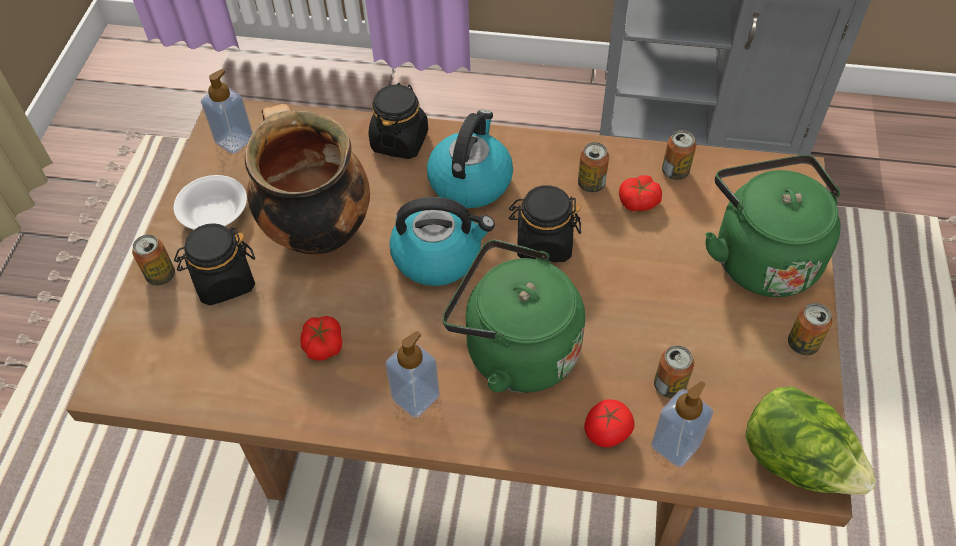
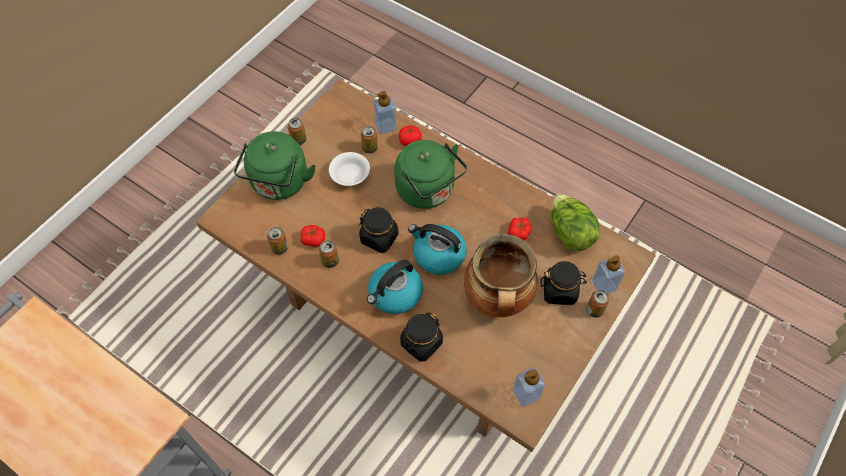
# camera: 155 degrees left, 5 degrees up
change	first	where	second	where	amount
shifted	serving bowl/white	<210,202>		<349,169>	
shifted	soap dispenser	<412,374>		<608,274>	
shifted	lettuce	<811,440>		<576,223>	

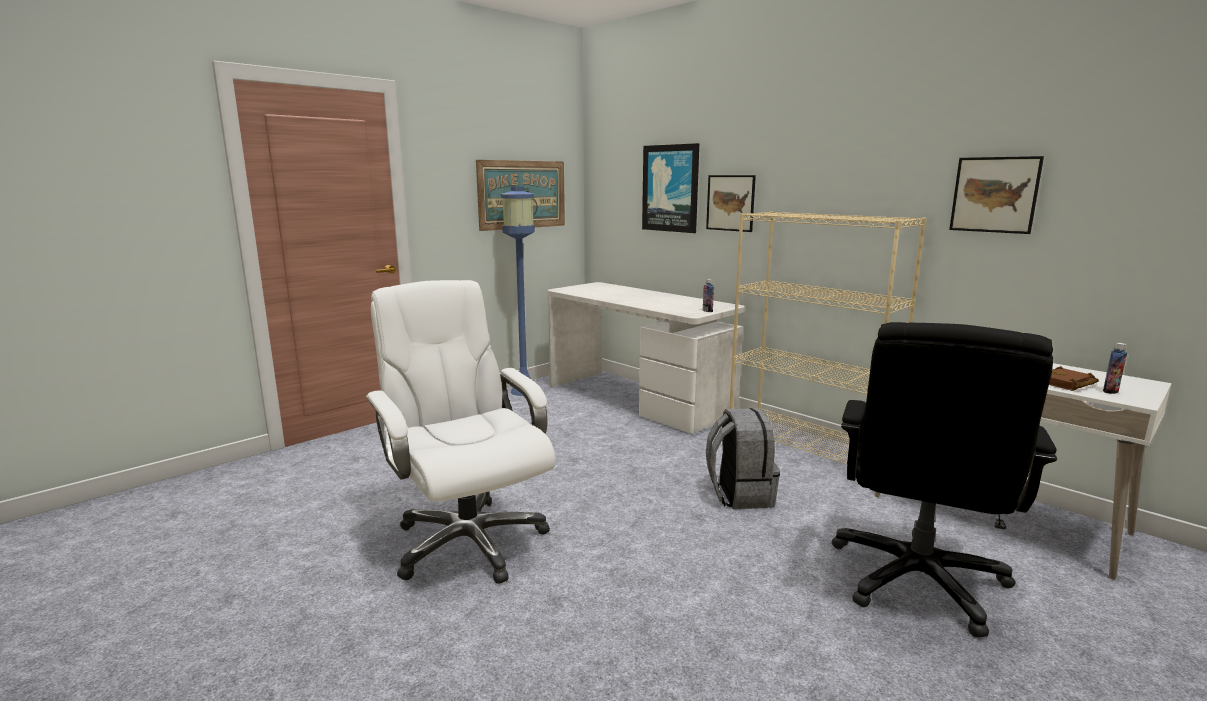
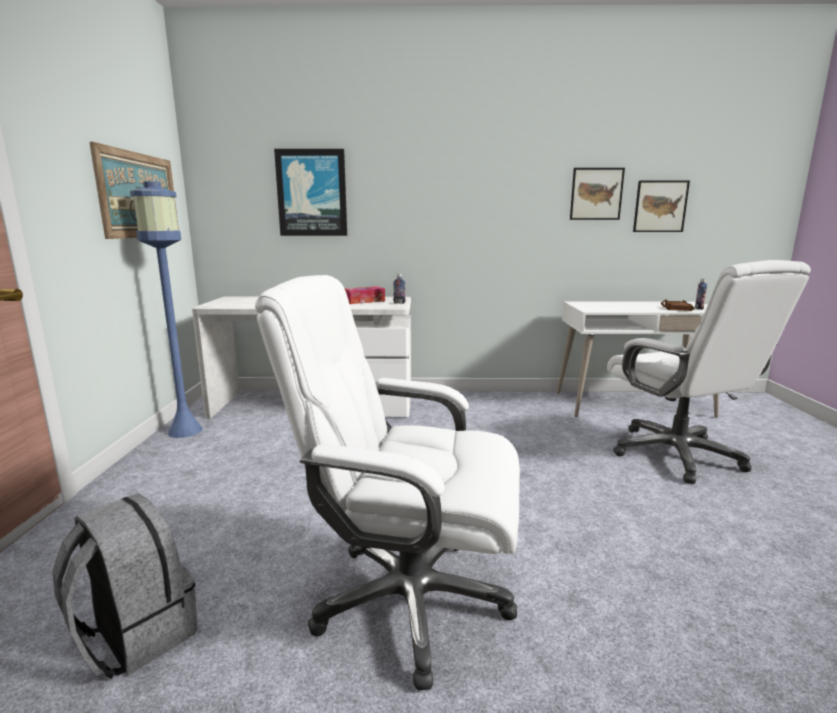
# camera: 45 degrees left, 0 degrees up
change	first	where	second	where	amount
shifted	wall picture	<731,203>		<661,206>	
shifted	backpack/grey	<743,458>		<125,586>	
gone	bookcase/sand-coloured	<828,337>			
repainted	computer chair/blackish	<944,480>	computer chair/white	<709,372>	
new			tissue box	<364,295>	

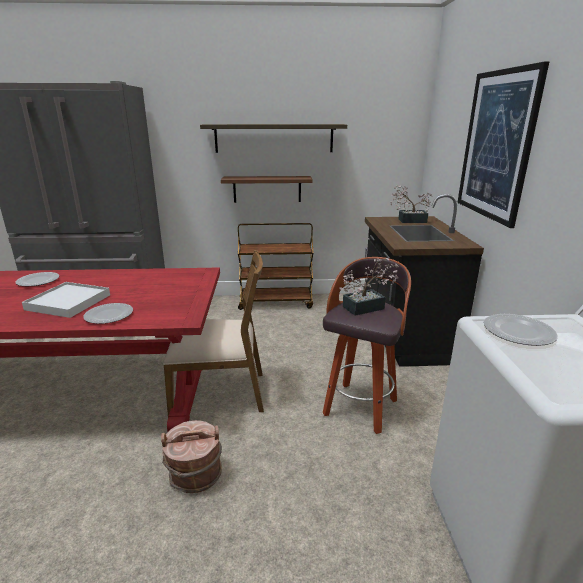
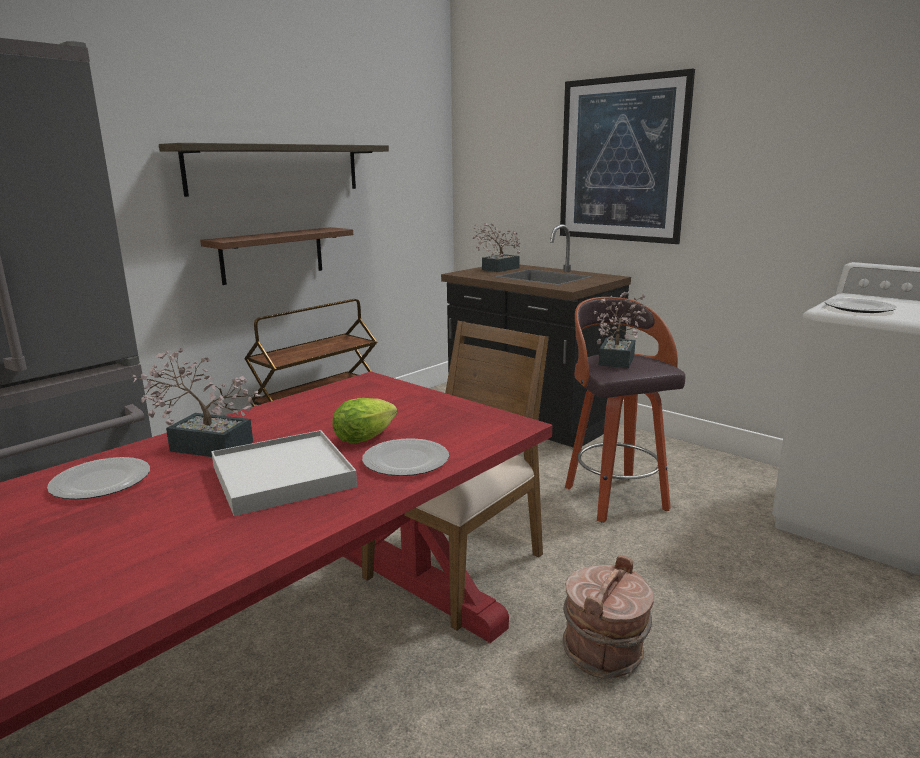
# camera: 45 degrees left, 5 degrees down
change	first	where	second	where	amount
new			potted plant	<197,402>	
new			lettuce	<364,420>	

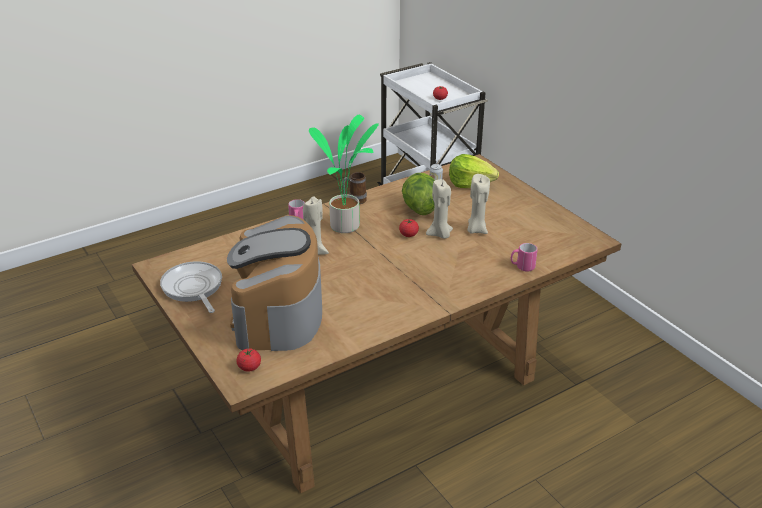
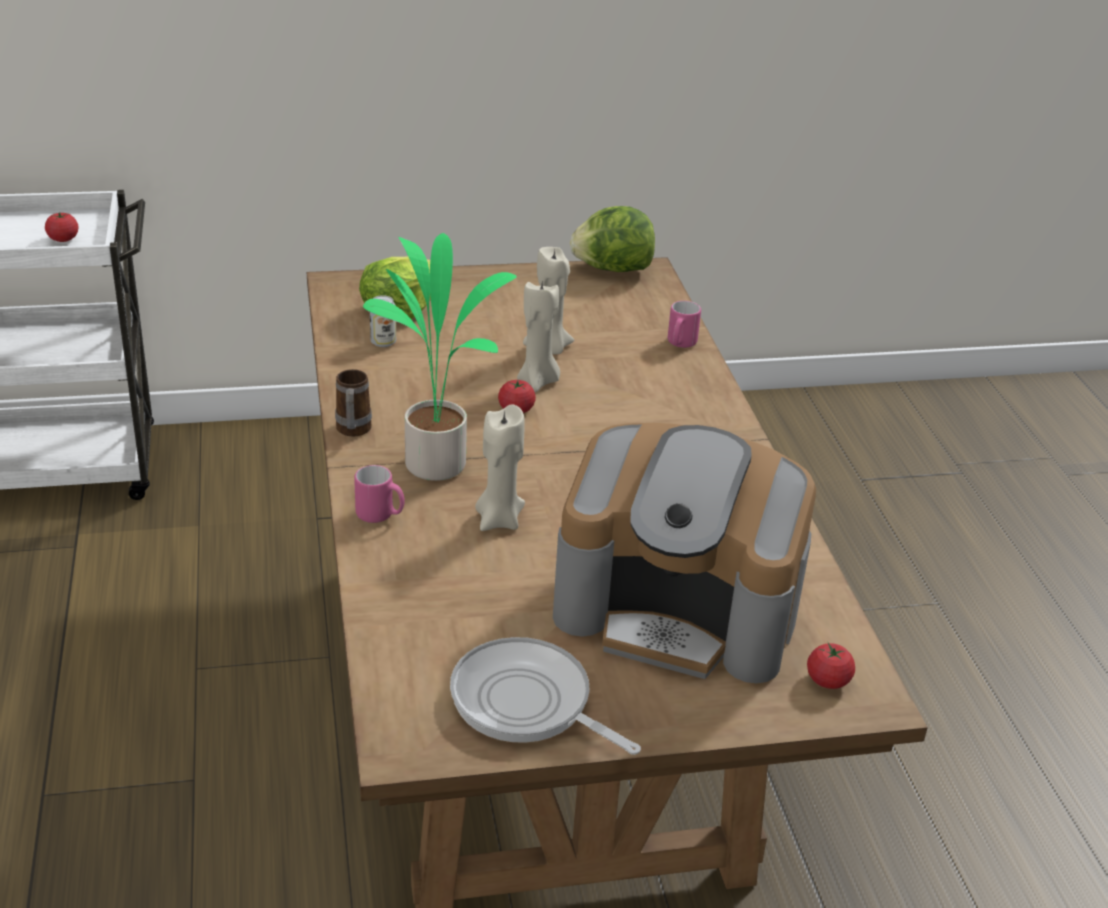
# camera: 70 degrees left, 0 degrees up
change	first	where	second	where	amount
rotated	skillet	<191,287>		<545,696>	45 degrees clockwise
shifted	lettuce	<418,194>		<612,239>	

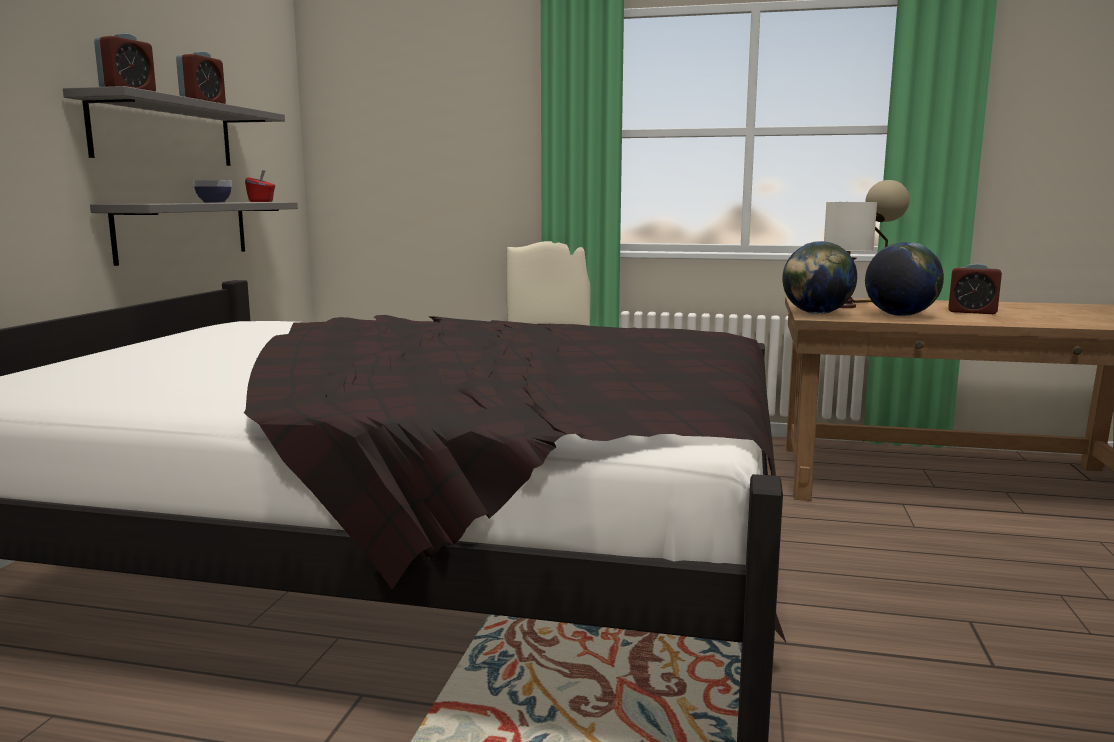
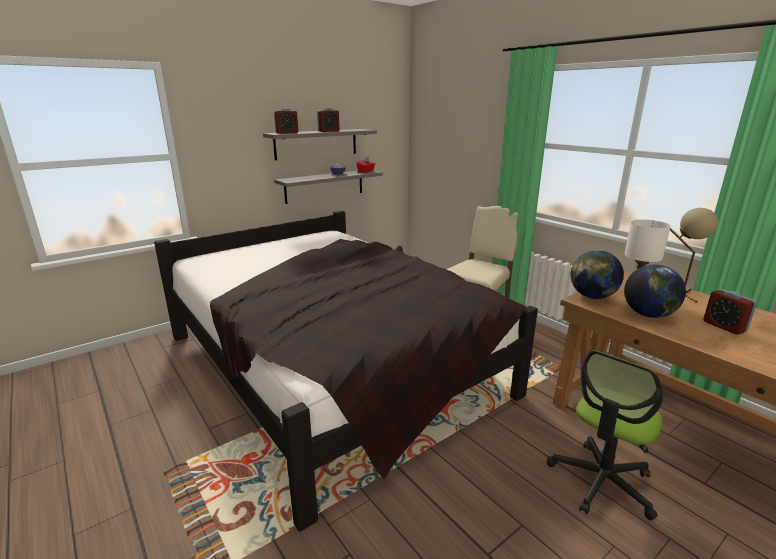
# camera: 40 degrees right, 10 degrees up
change	first	where	second	where	amount
new			computer chair	<605,435>	

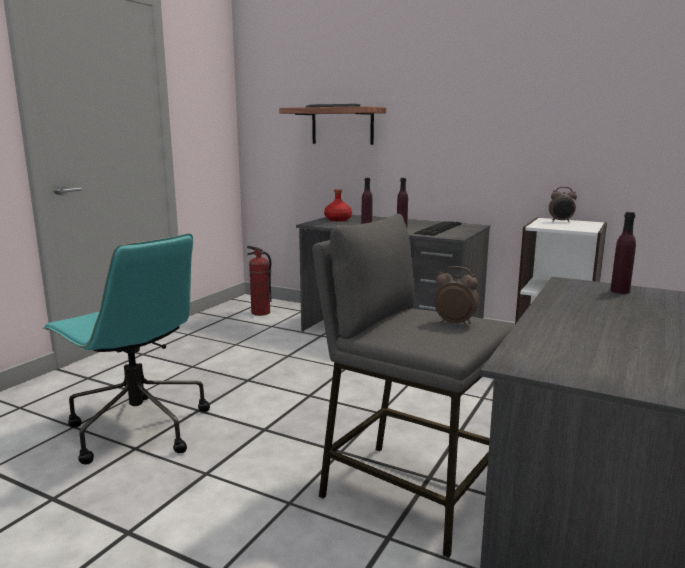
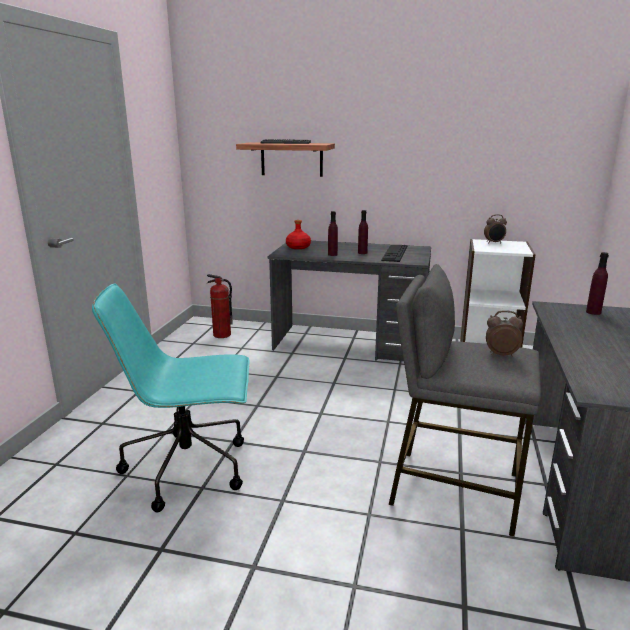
# camera: 15 degrees left, 5 degrees up
change	first	where	second	where	amount
rotated	computer chair/turquoise	<126,348>		<170,398>	150 degrees clockwise

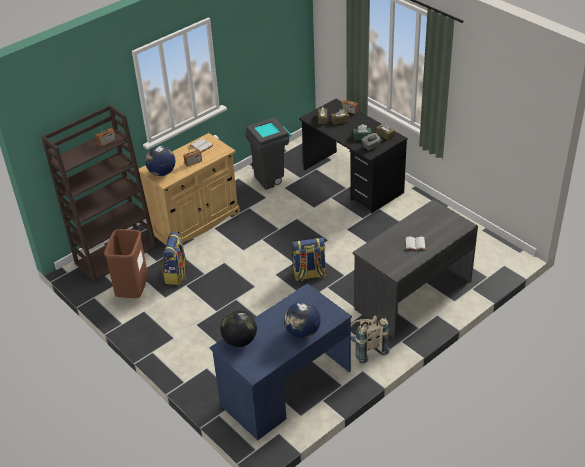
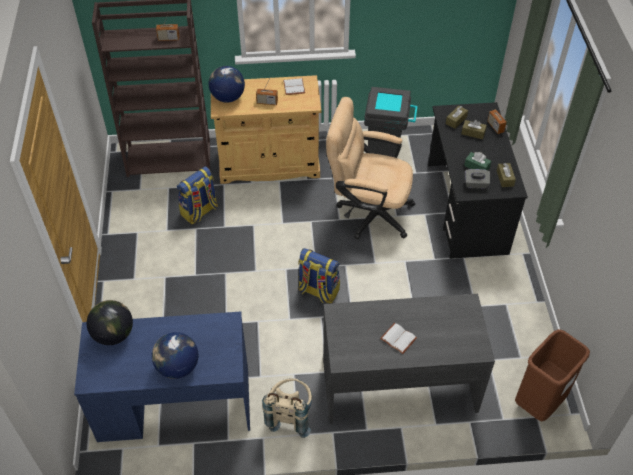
# camera: 35 degrees right, 10 degrees up
change	first	where	second	where	amount
shifted	waste bin/brownish	<126,263>		<552,375>	
new			computer chair/sand-coloured	<371,168>	

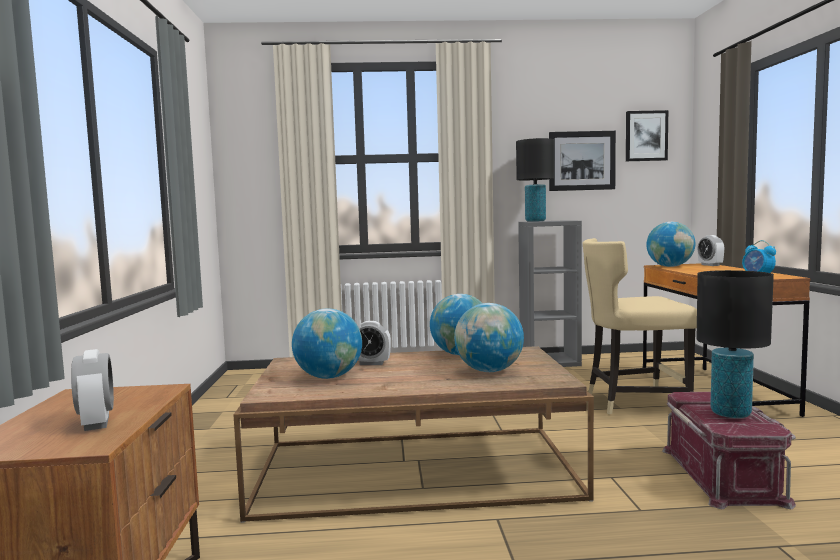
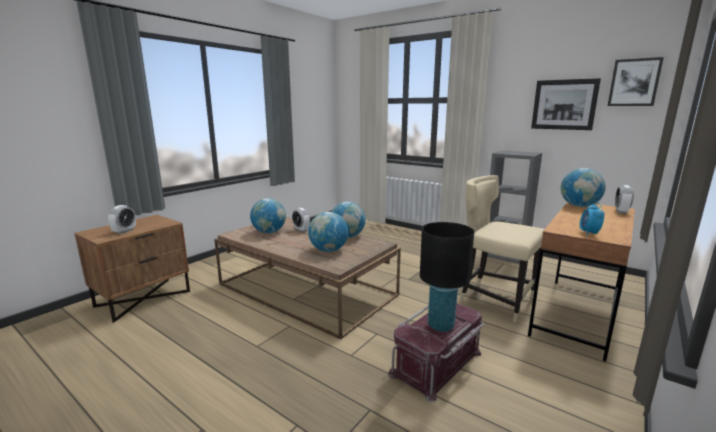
# camera: 40 degrees right, 10 degrees up
change	first	where	second	where	amount
gone	tabletop lamp/blackish	<535,180>			

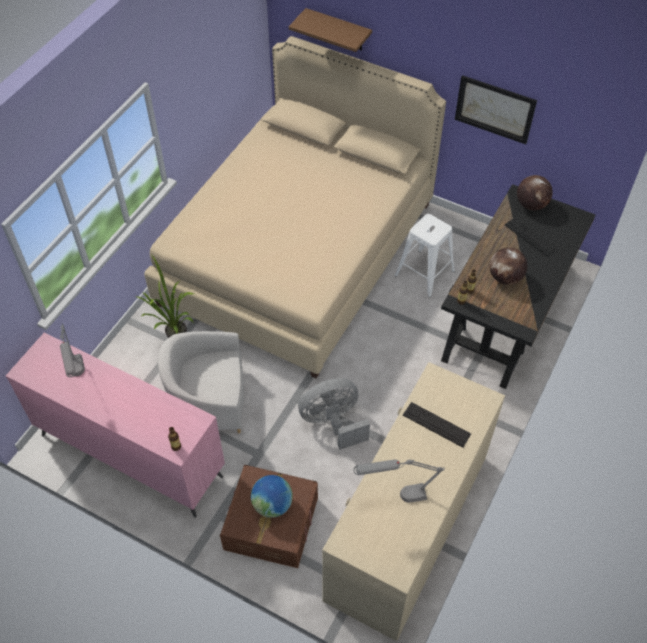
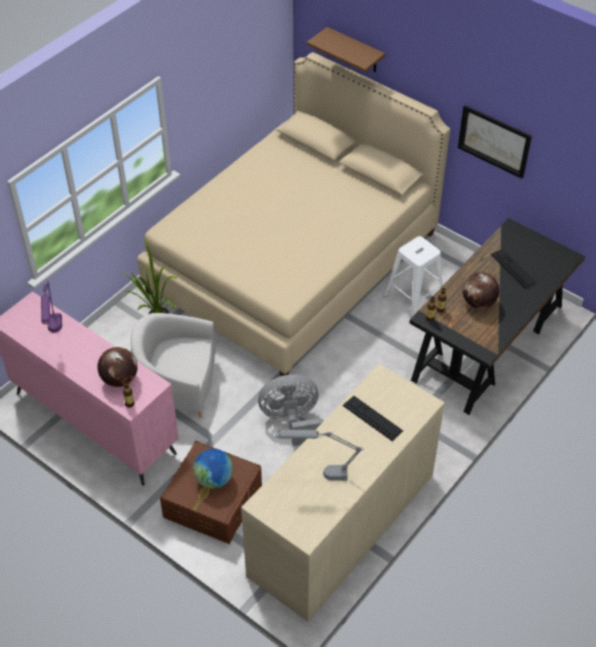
# camera: 10 degrees right, 5 degrees down
change	first	where	second	where	amount
repainted	tabletop lamp/grey	<72,350>	tabletop lamp/purple	<51,306>	
shifted	desk globe	<535,192>		<117,367>	

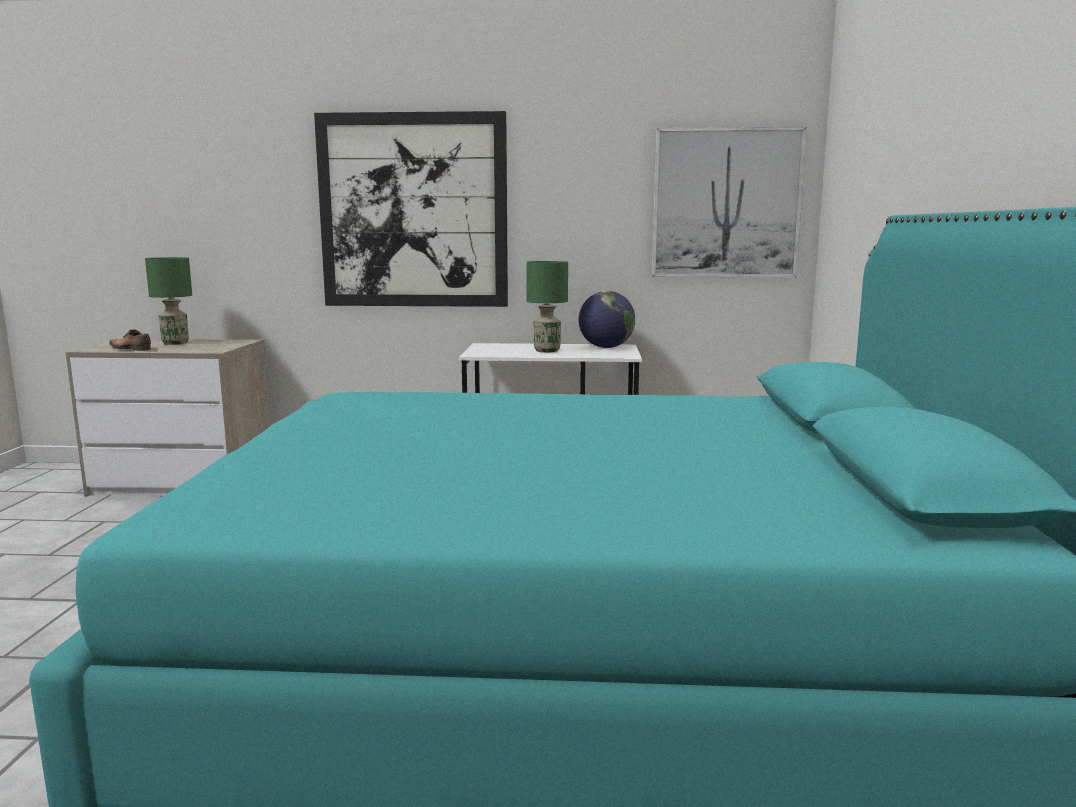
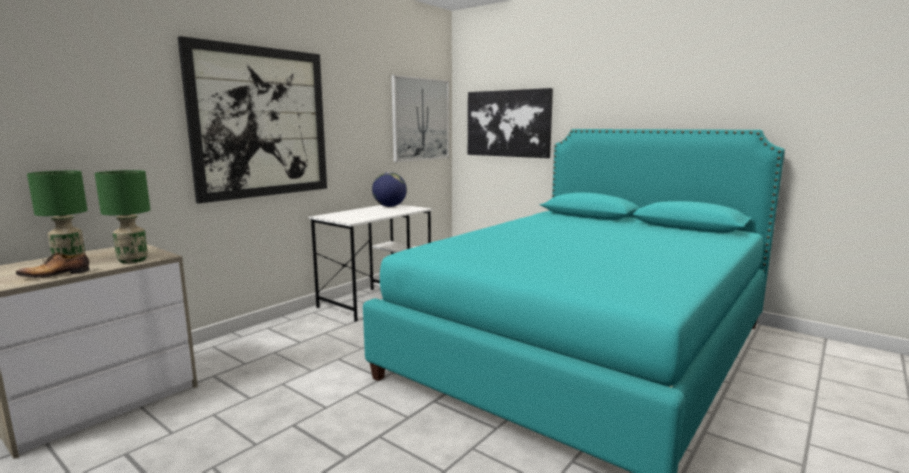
# camera: 55 degrees left, 0 degrees up
change	first	where	second	where	amount
shifted	tabletop lamp/green	<547,306>		<122,216>	
new			wall picture	<510,123>	

